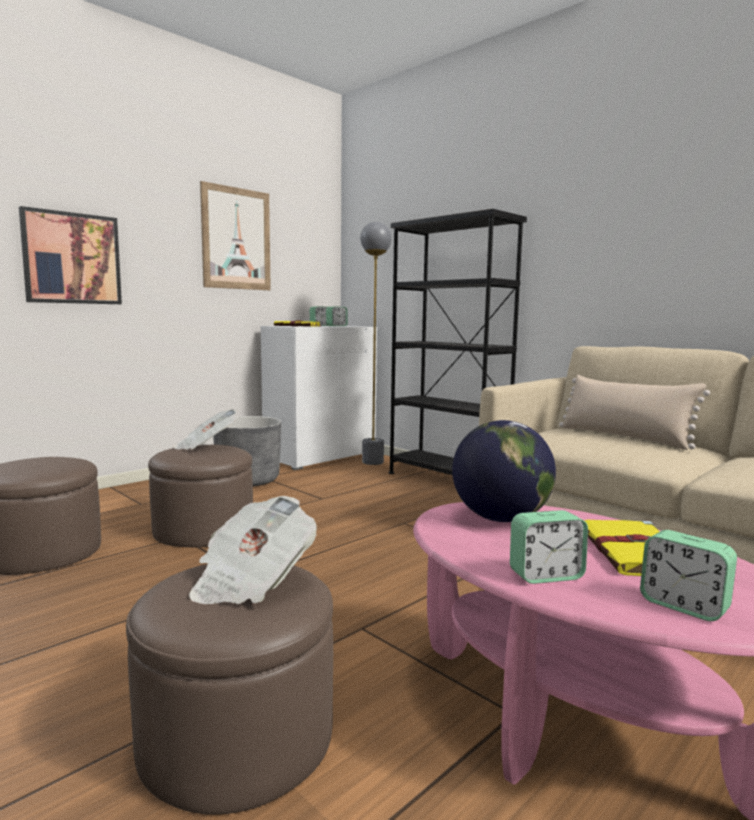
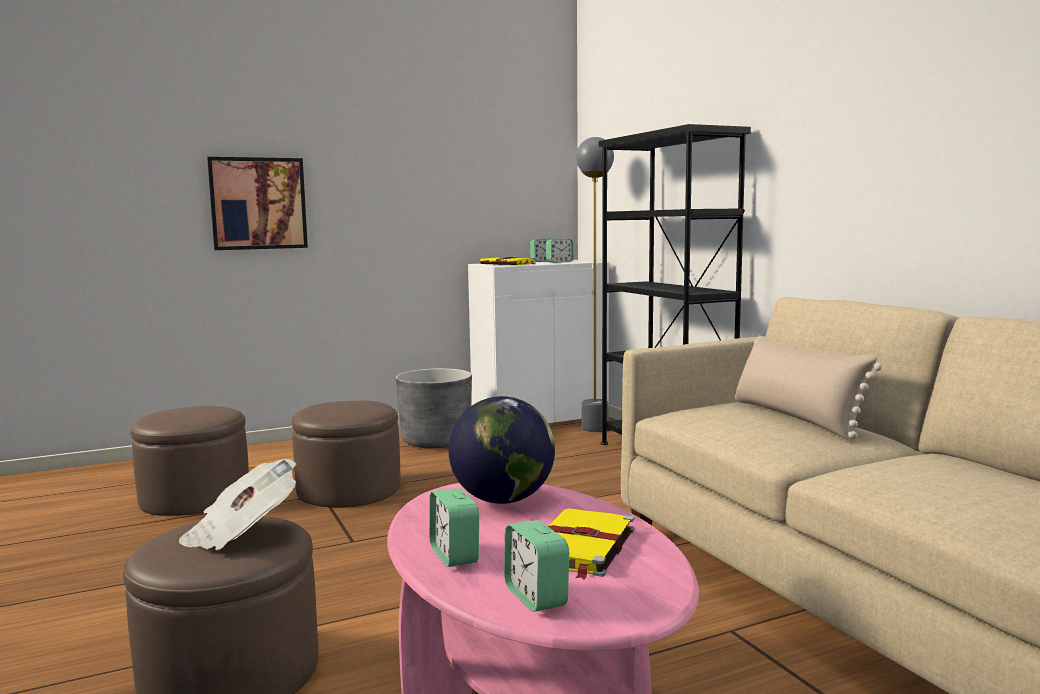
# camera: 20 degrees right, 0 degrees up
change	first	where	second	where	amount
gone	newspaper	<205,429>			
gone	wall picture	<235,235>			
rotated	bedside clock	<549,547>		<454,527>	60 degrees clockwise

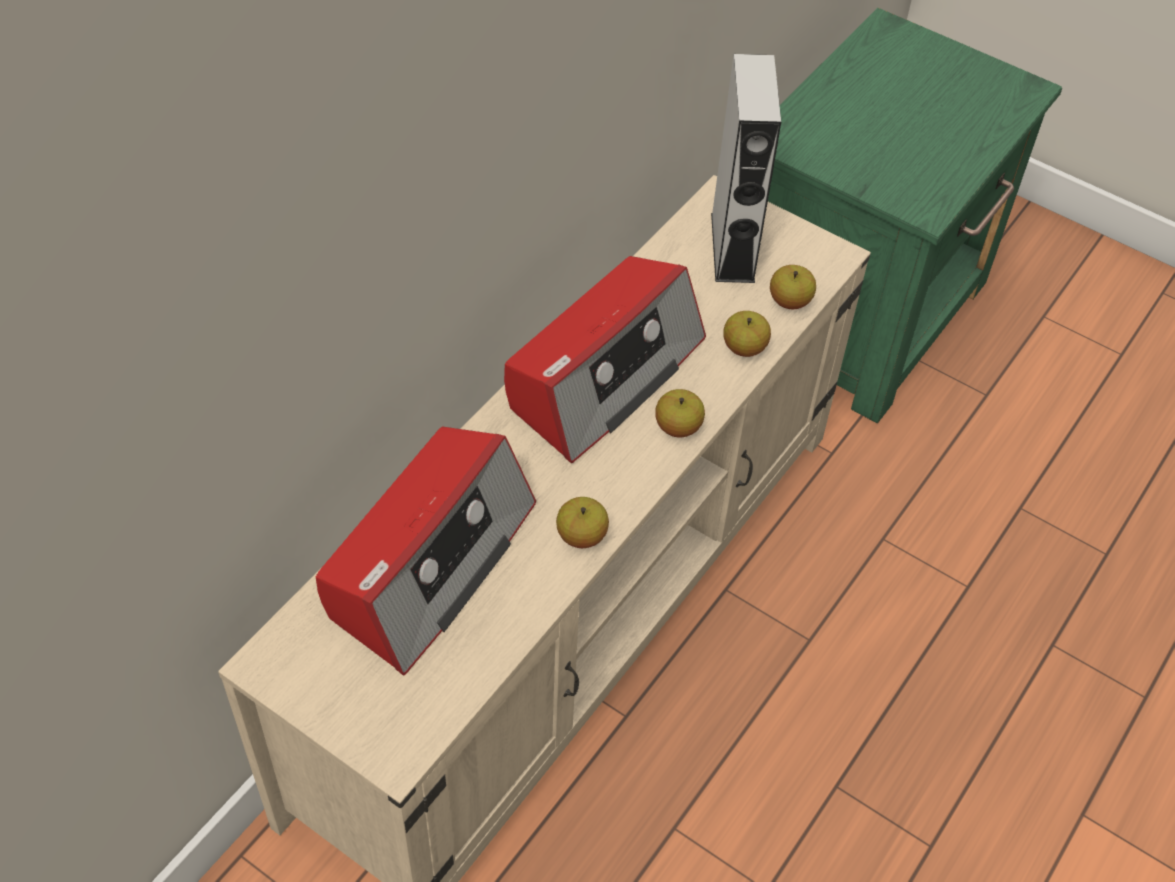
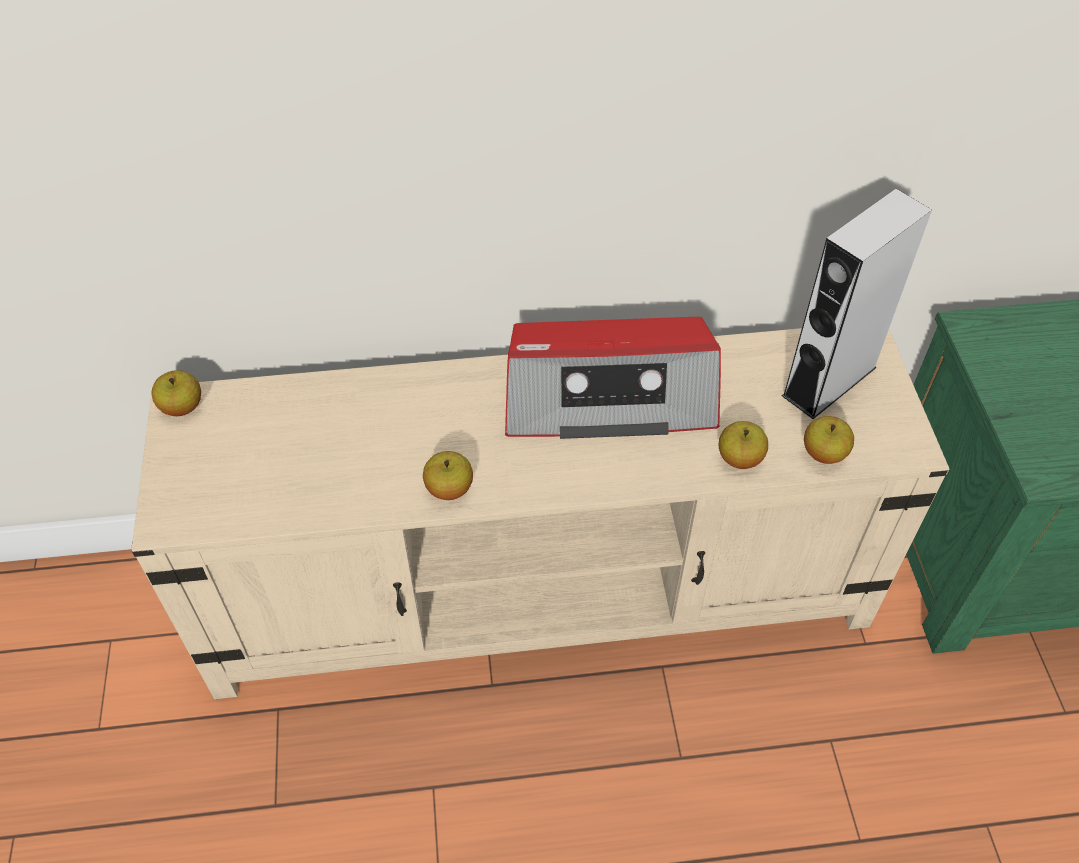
# camera: 50 degrees right, 0 degrees up
change	first	where	second	where	amount
gone	radio receiver	<426,550>			
shifted	apple fruit	<680,413>		<176,393>	

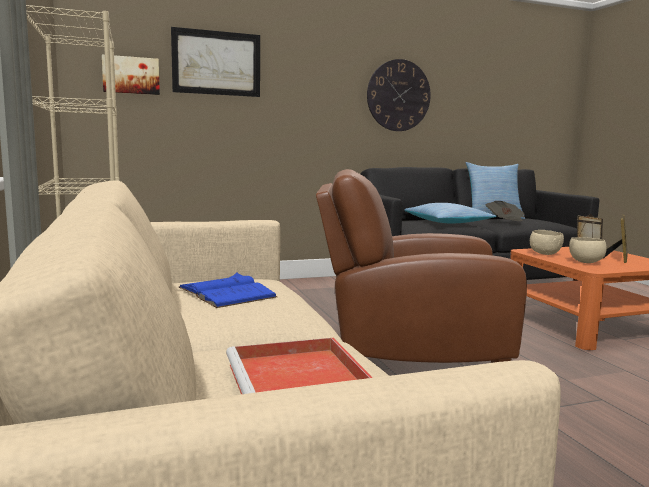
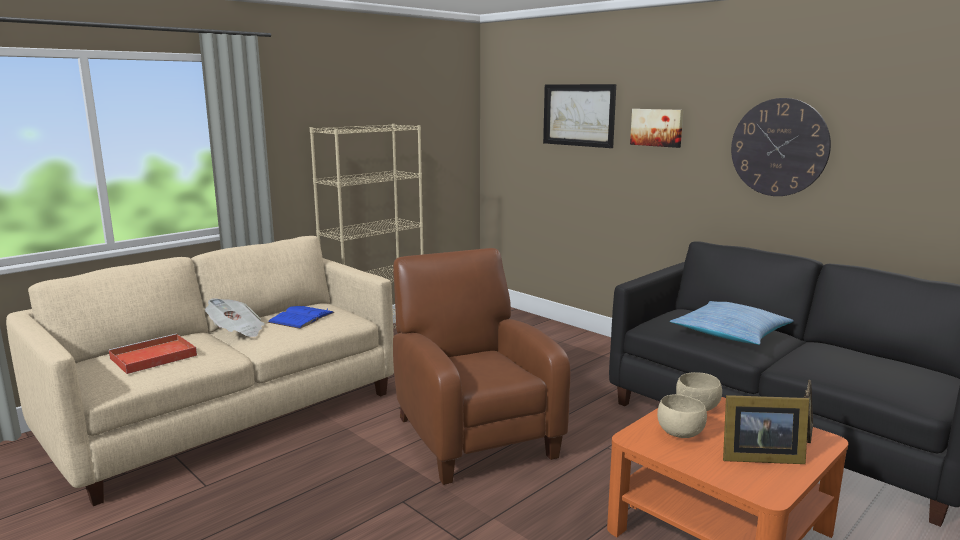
# camera: 65 degrees right, 5 degrees up
change	first	where	second	where	amount
shifted	wall picture	<131,75>		<656,128>	
gone	throw pillow	<495,190>			
shifted	newspaper	<505,211>		<235,317>	

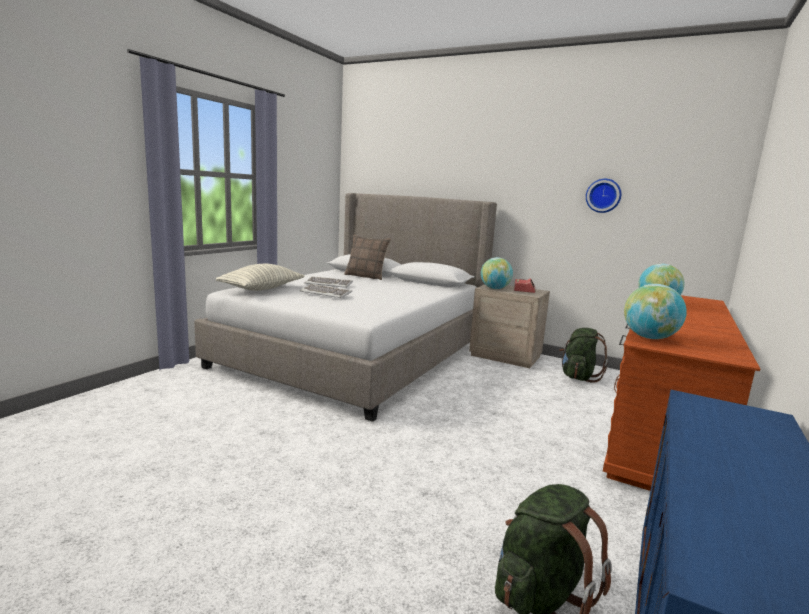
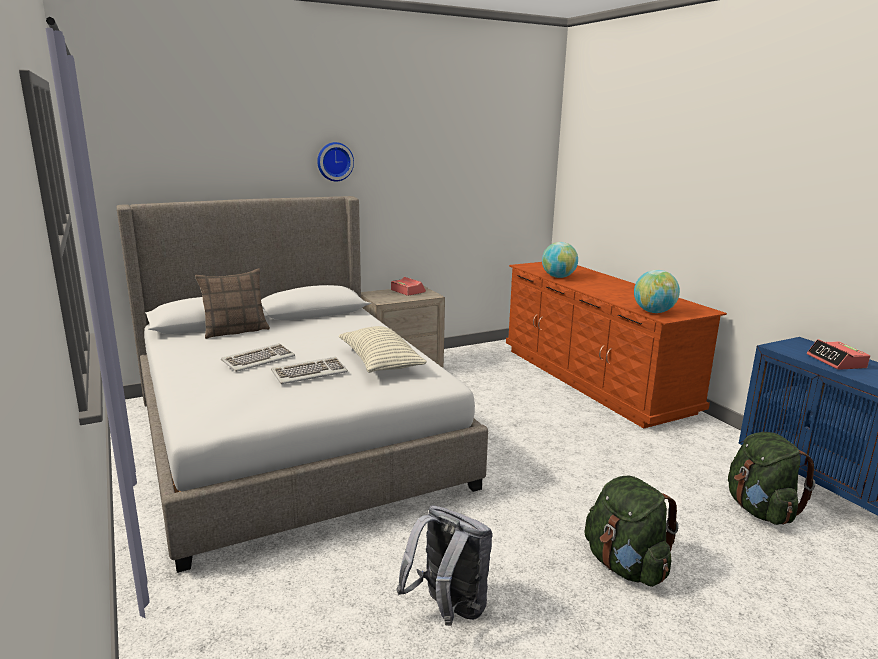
# camera: 55 degrees left, 5 degrees up
change	first	where	second	where	amount
shifted	throw pillow	<260,277>		<383,349>	
gone	desk globe	<497,273>			
shifted	backpack/green	<583,355>		<632,531>	
shifted	hanging clock	<603,196>		<335,161>	
new			backpack/grey	<444,566>	
new			bedside clock	<838,354>	

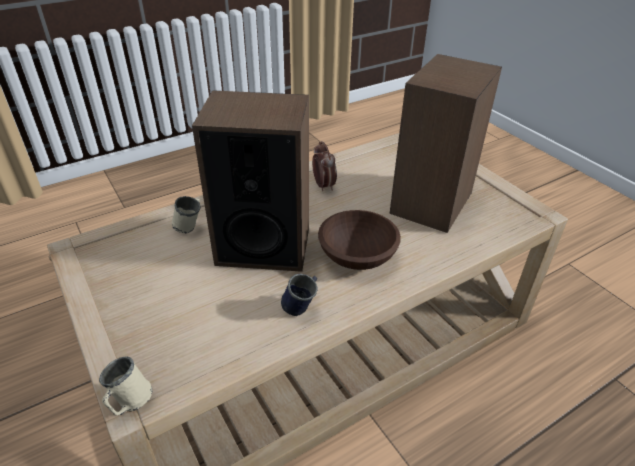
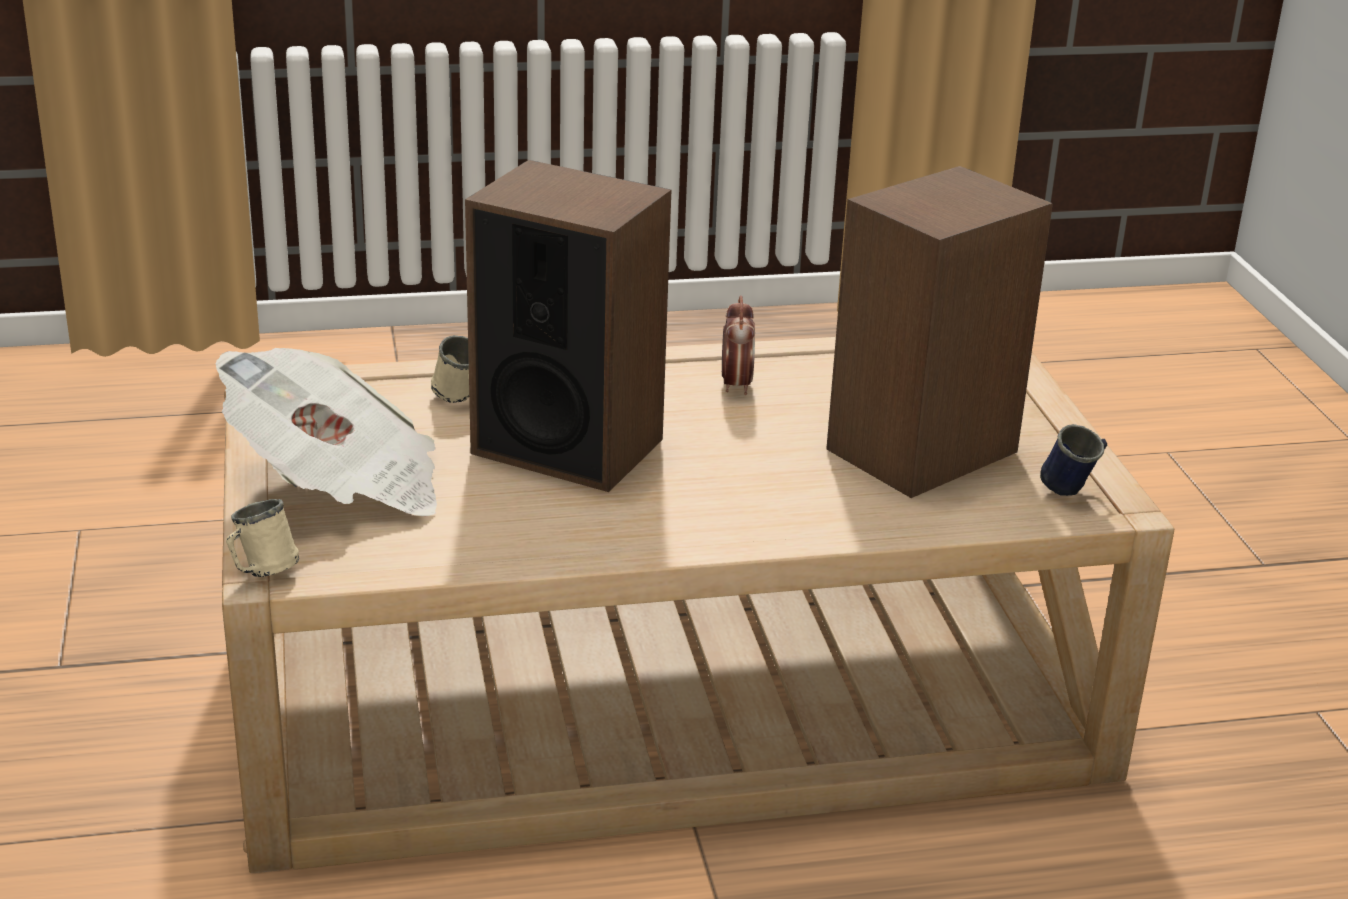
# camera: 20 degrees right, 10 degrees down
change	first	where	second	where	amount
shifted	mug/blue	<299,295>		<1073,460>	
gone	serving bowl/brownish	<359,240>			
new			newspaper	<326,432>	

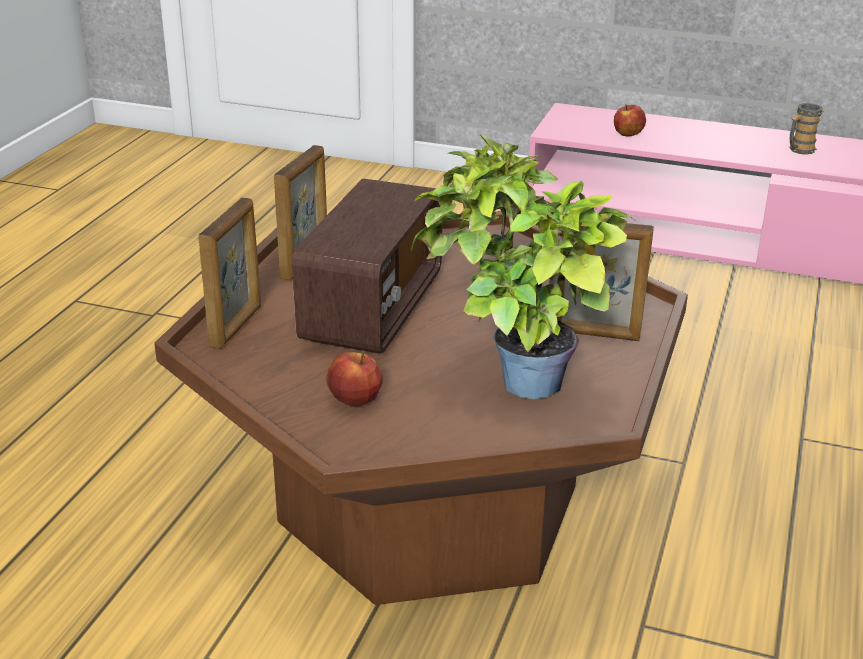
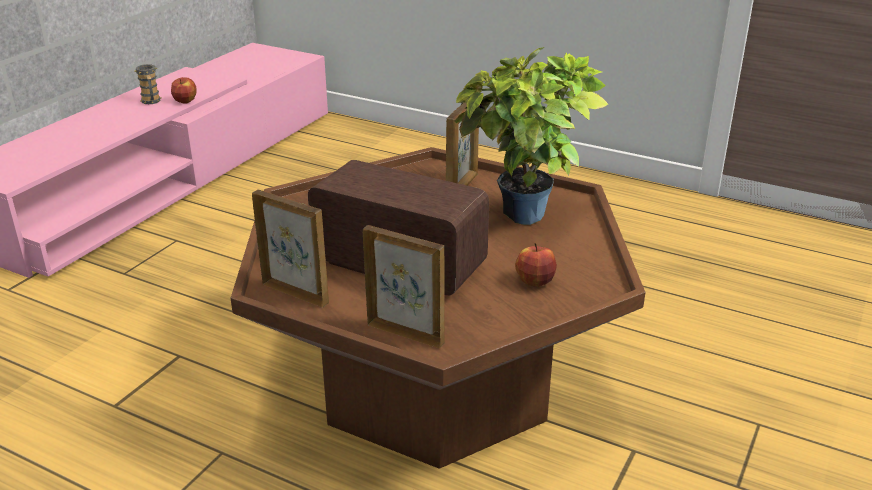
# camera: 80 degrees left, 0 degrees up
change	first	where	second	where	amount
shifted	apple fruit	<630,120>		<184,90>	

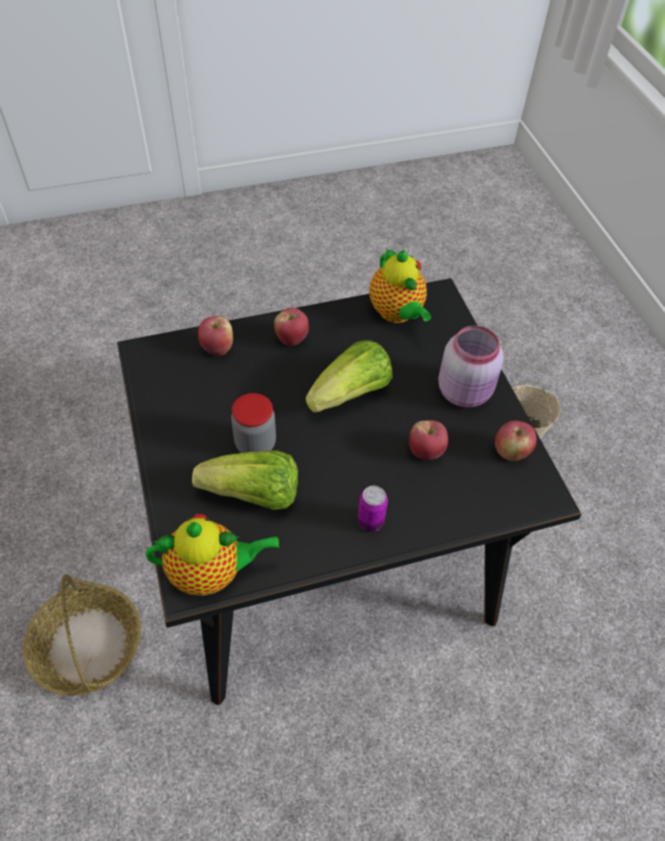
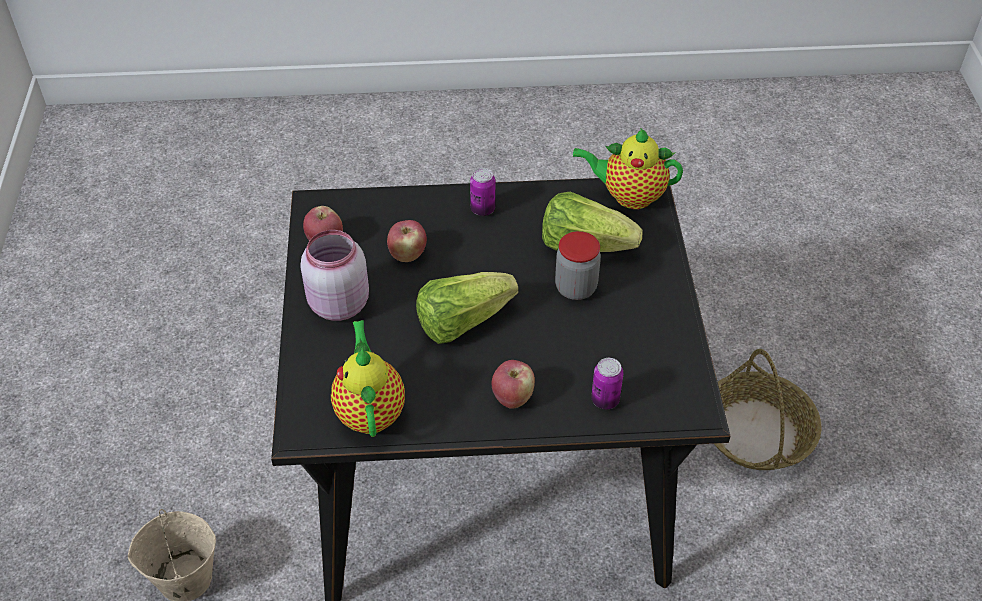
# camera: 165 degrees left, 5 degrees down
change	first	where	second	where	amount
swapped	apple fruit	<215,336>	sealed can	<607,383>	

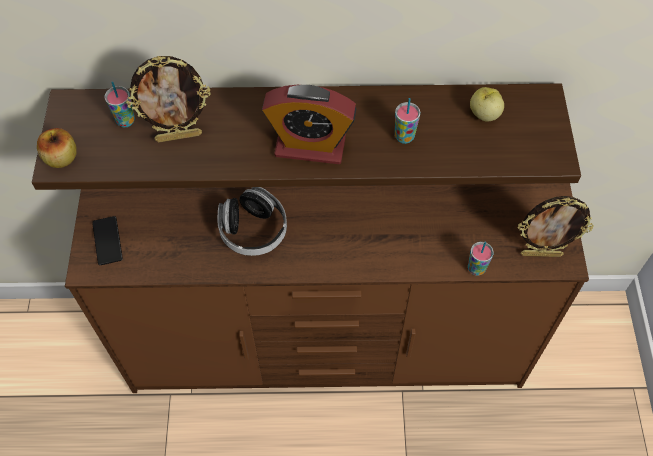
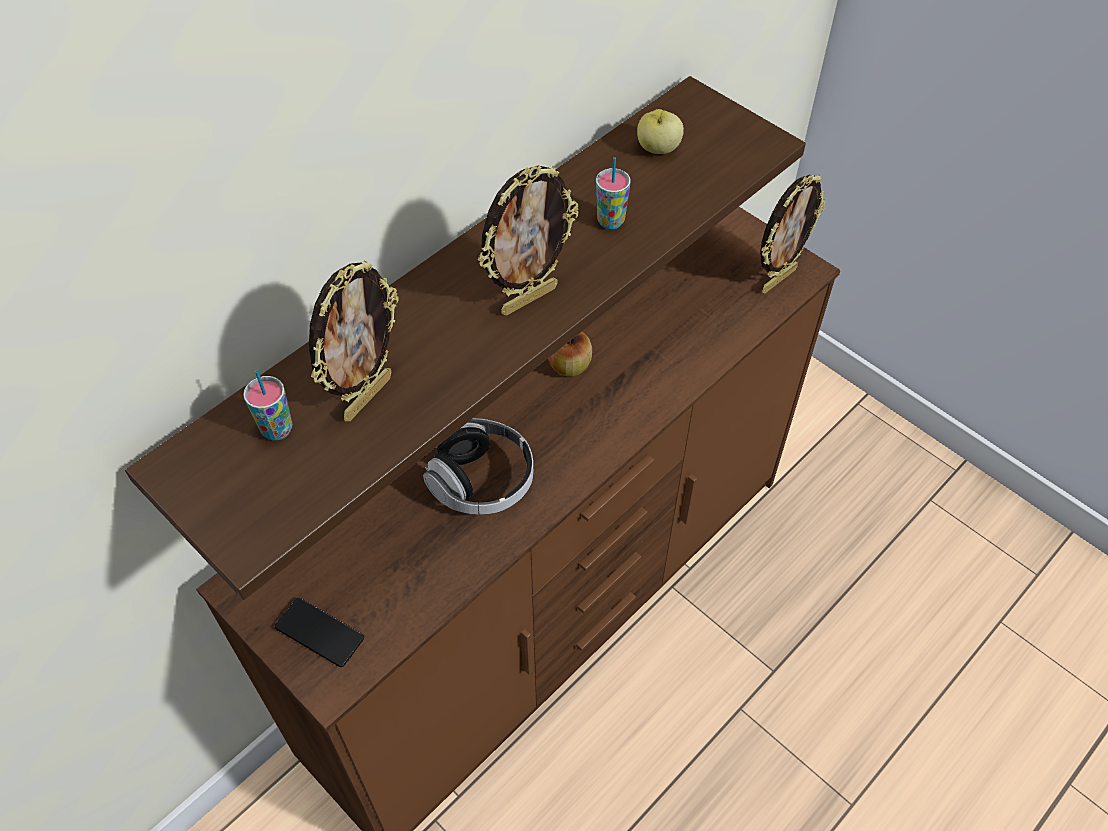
# camera: 45 degrees left, 5 degrees down
change	first	where	second	where	amount
shifted	apple fruit	<57,148>		<570,354>	
swapped	bedside clock	<309,124>	picture frame	<528,240>	
gone	cup	<481,259>			

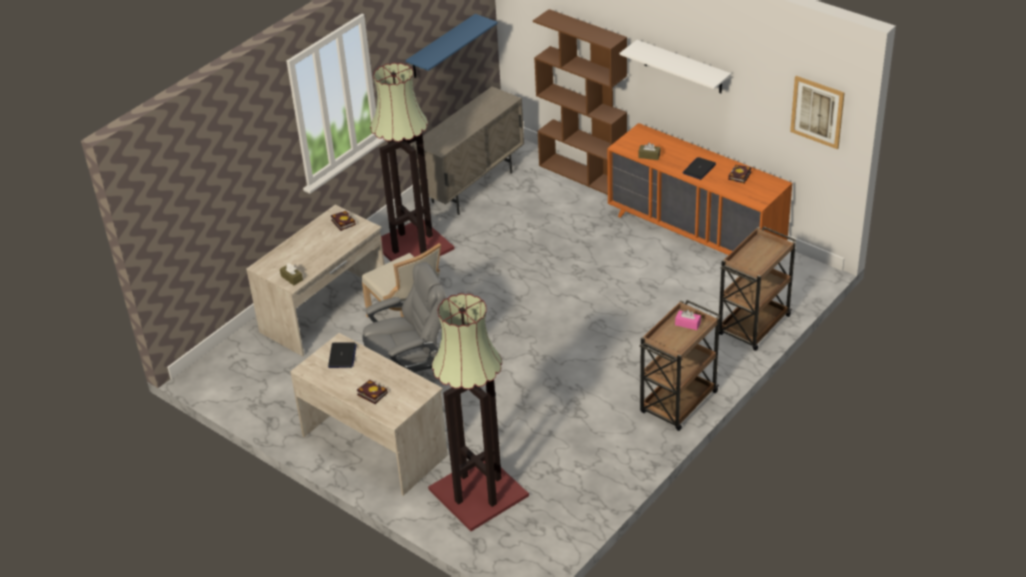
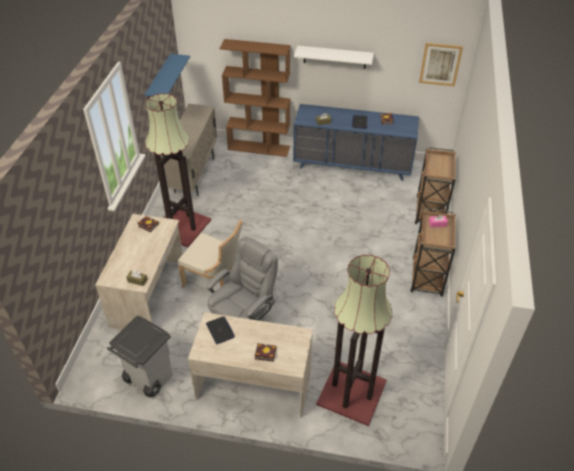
# camera: 30 degrees left, 5 degrees up
change	first	where	second	where	amount
repainted	drawer chest/orange	<699,189>	drawer chest/blue	<356,142>	
new			waste bin/grey	<140,356>	

